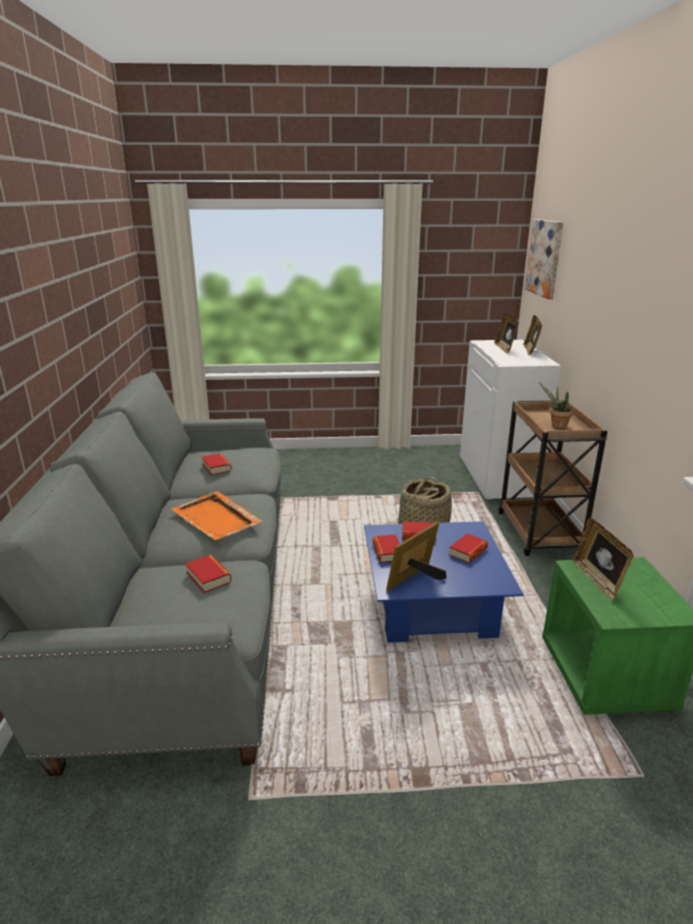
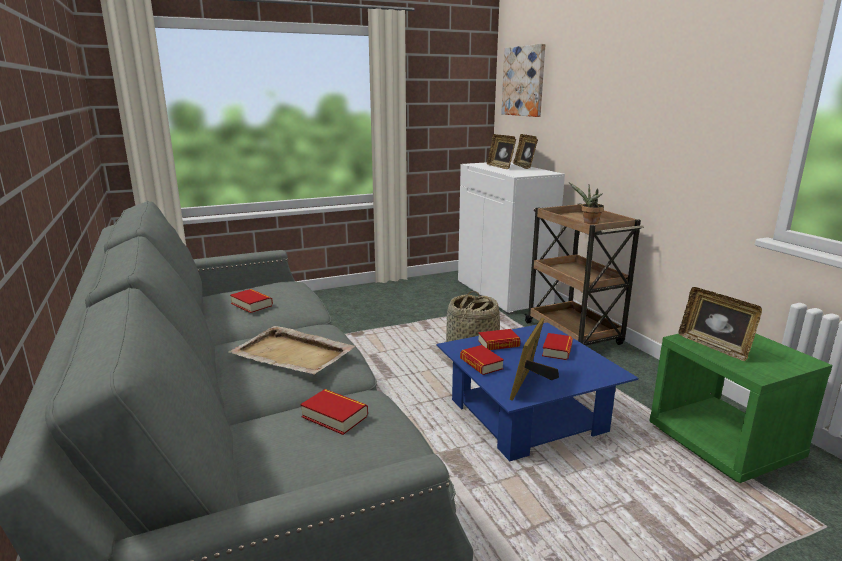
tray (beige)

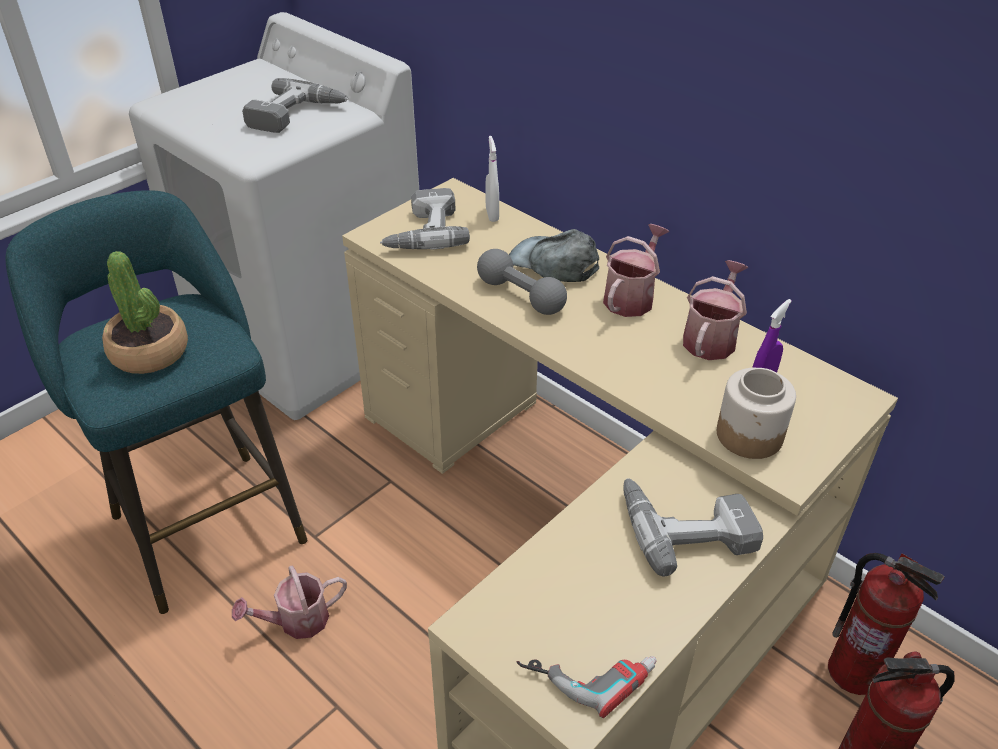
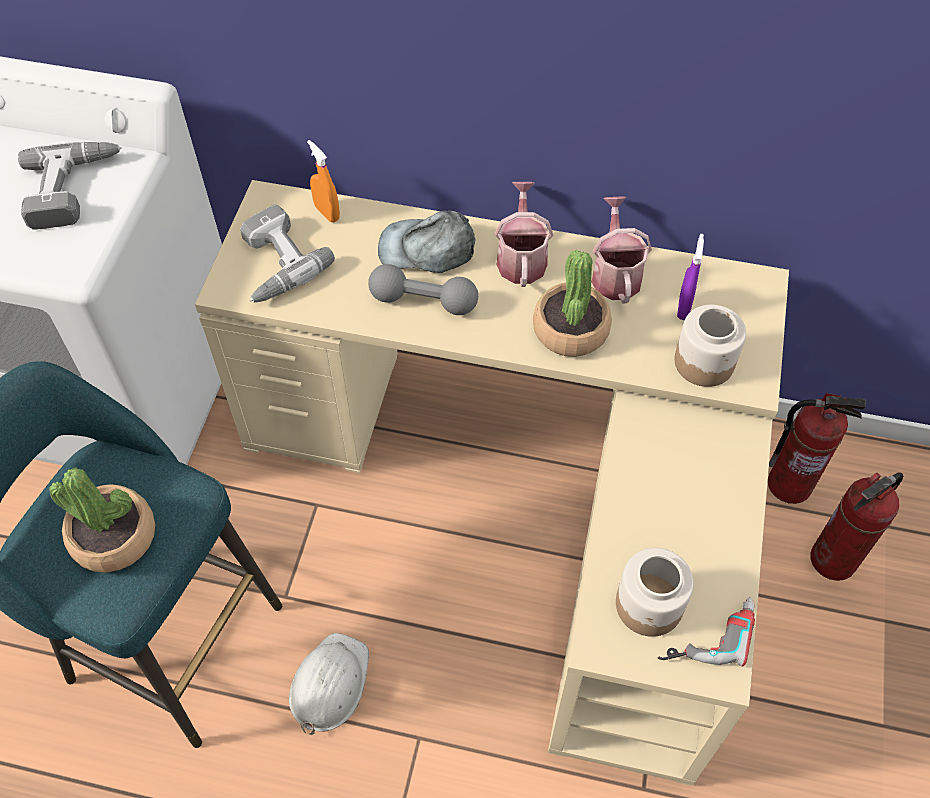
spray bottle (orange)
power drill (4th from left in the first image)
hard hat (white)
potted plant (2nd from left)
jar (1st from left)

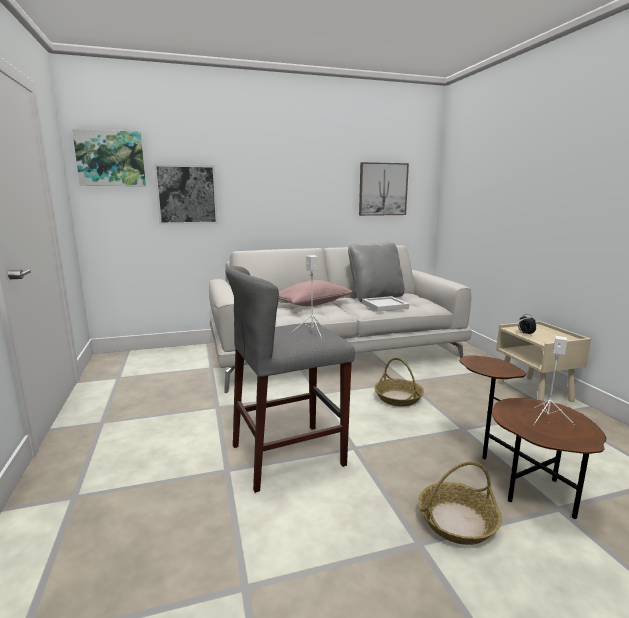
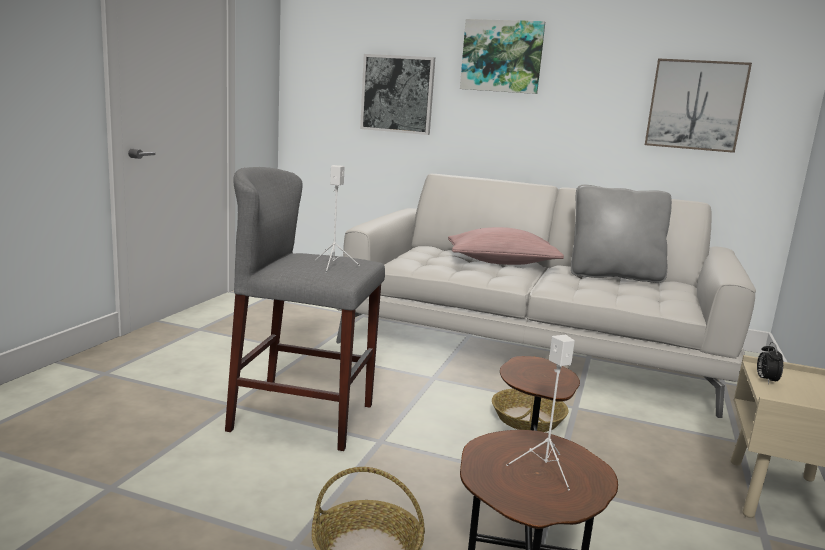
picture (2nd from left)
tray (white)

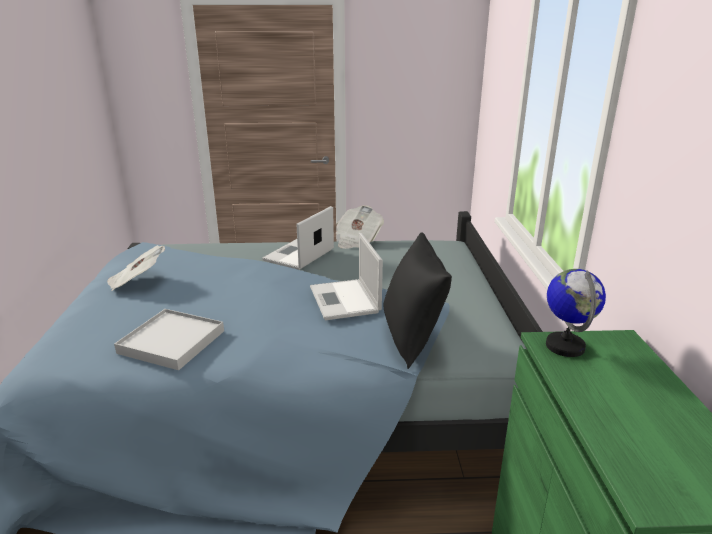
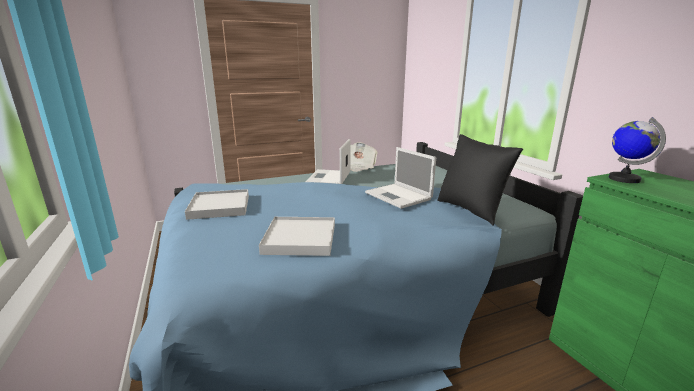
tray (white) (1st from left)

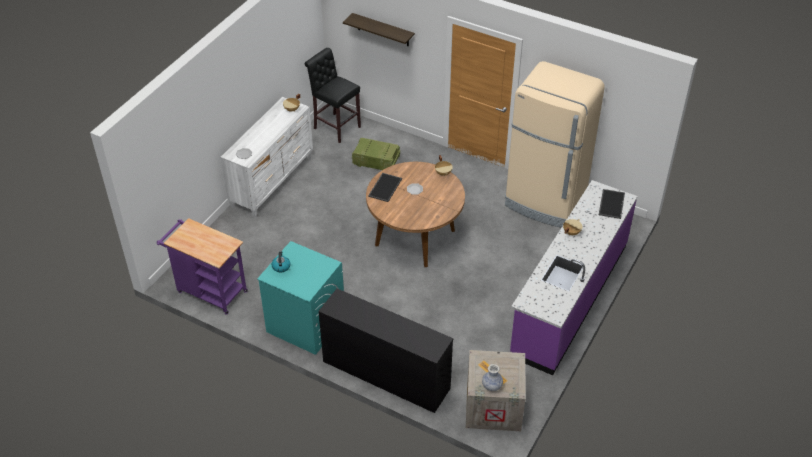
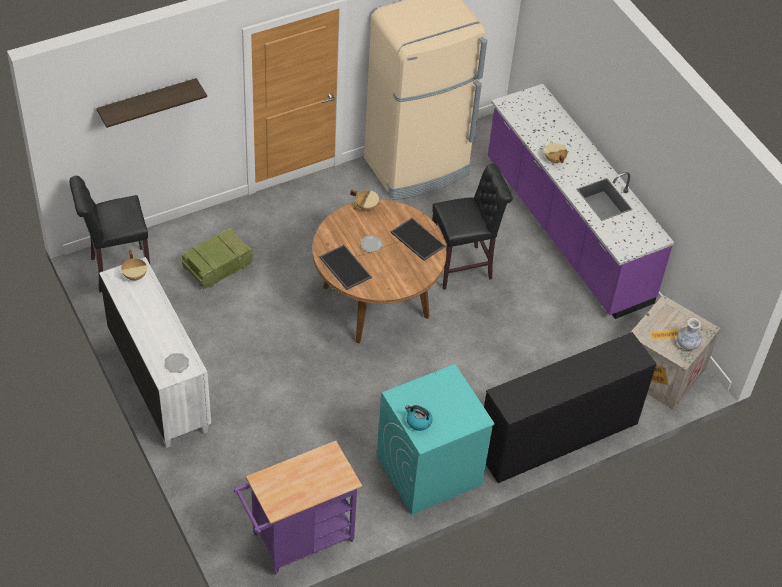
tray (2nd from left)
stool (black) (2nd from left)

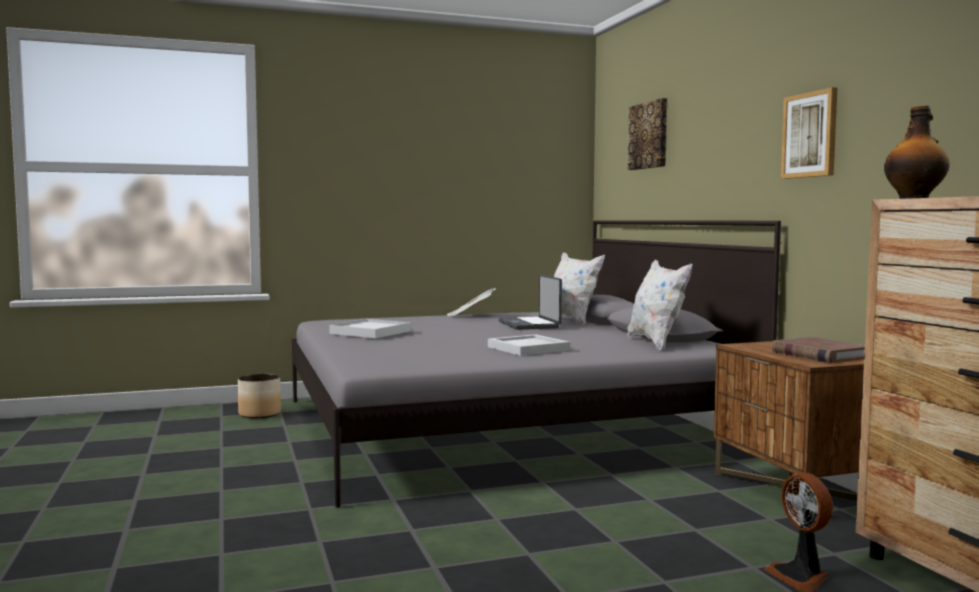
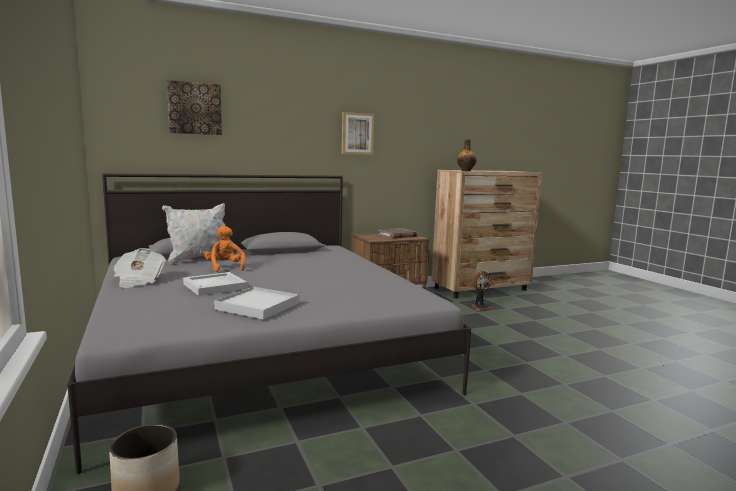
pillow (white) (2nd from left in the first image)
plush toy (orange)
tray (white) (1st from left)

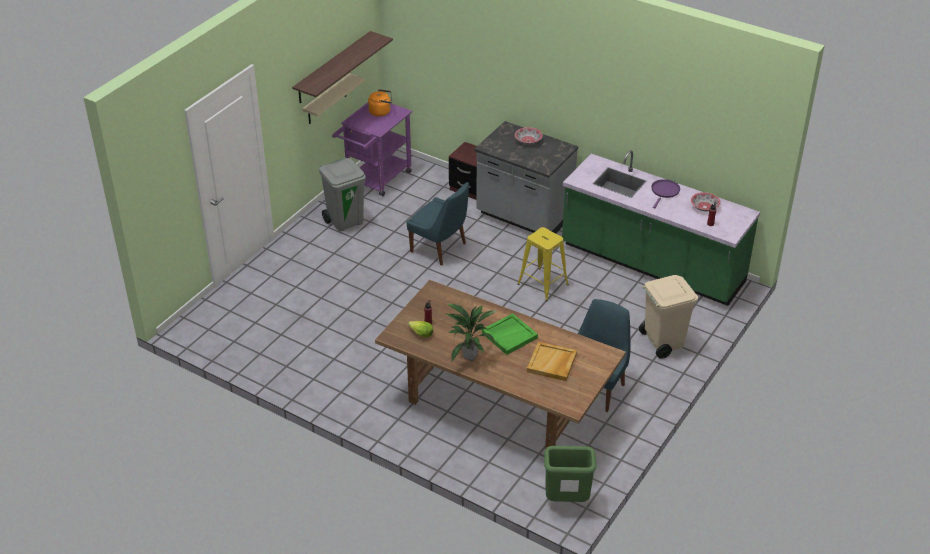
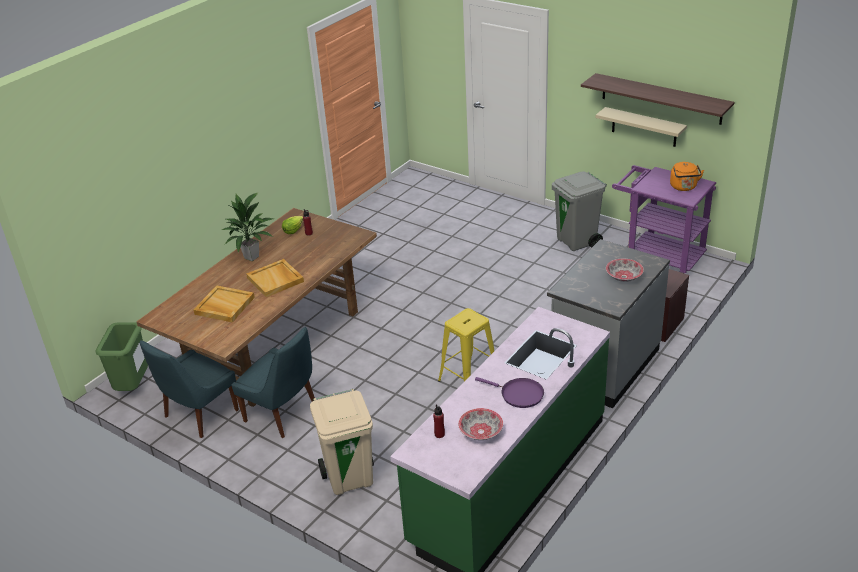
chair (blue) (1st from left)
tray (beige) (2nd from left)

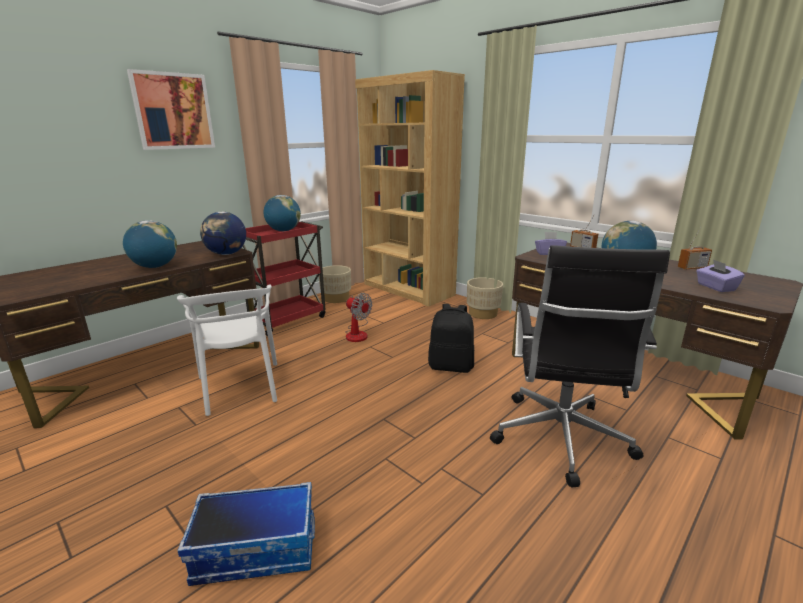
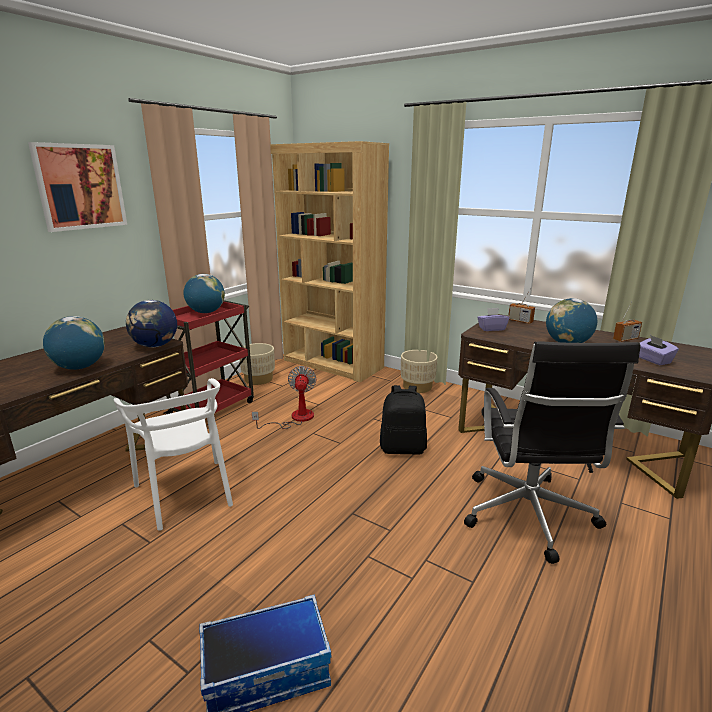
fan

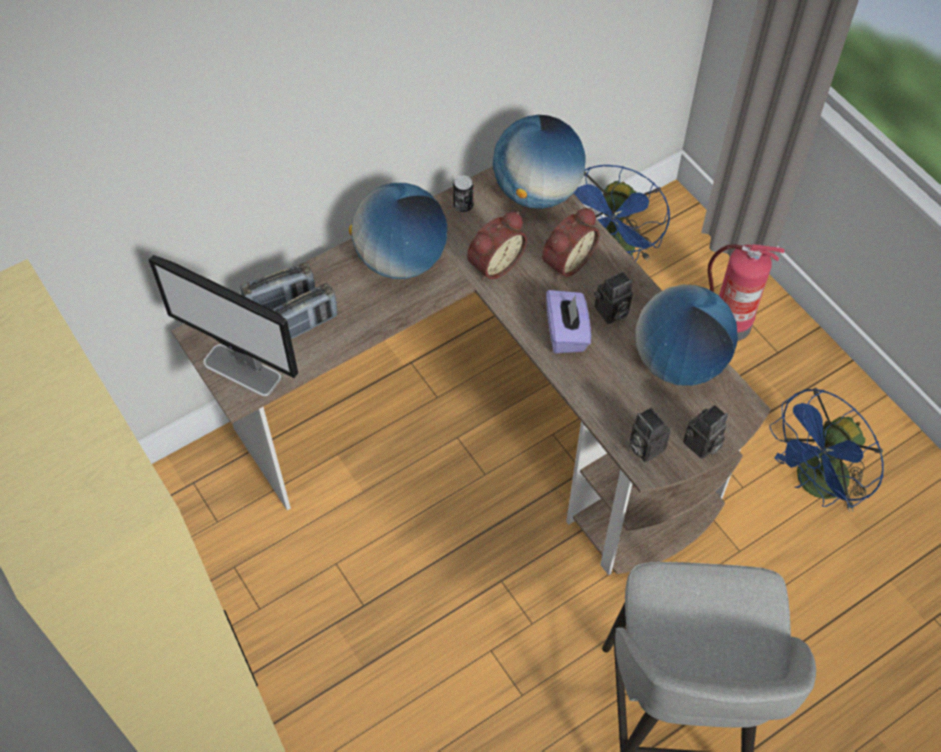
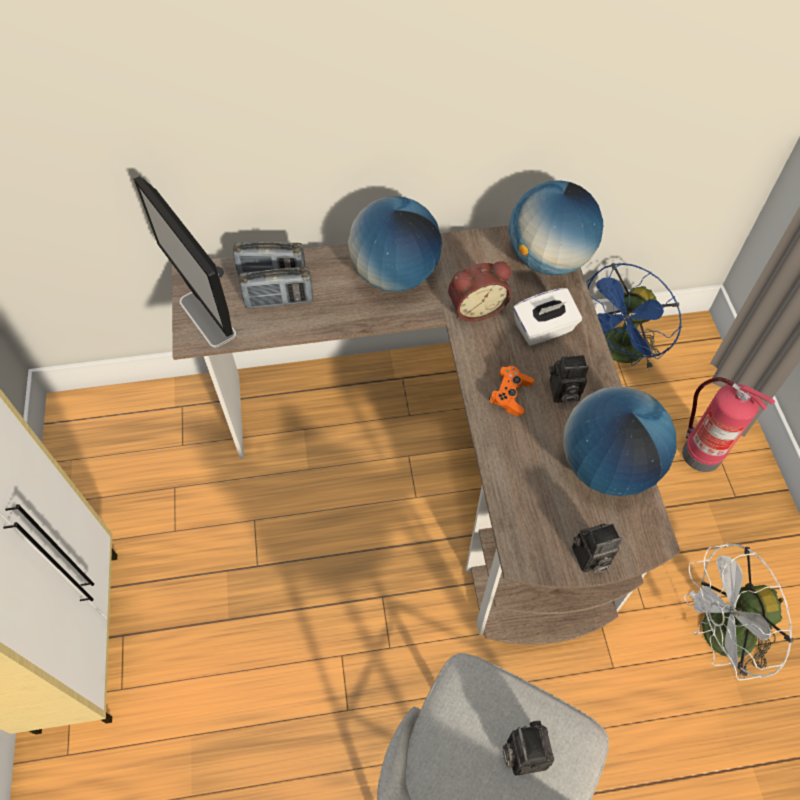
can
tissue box (white)
game controller (orange)
fan (white)
photo camera (1st from left)

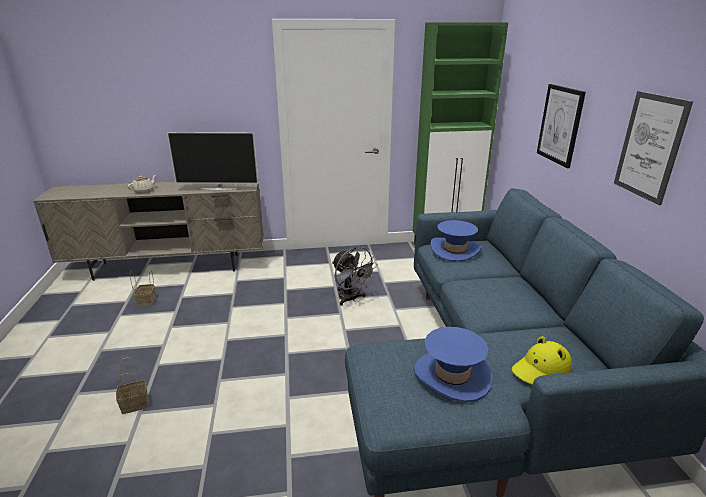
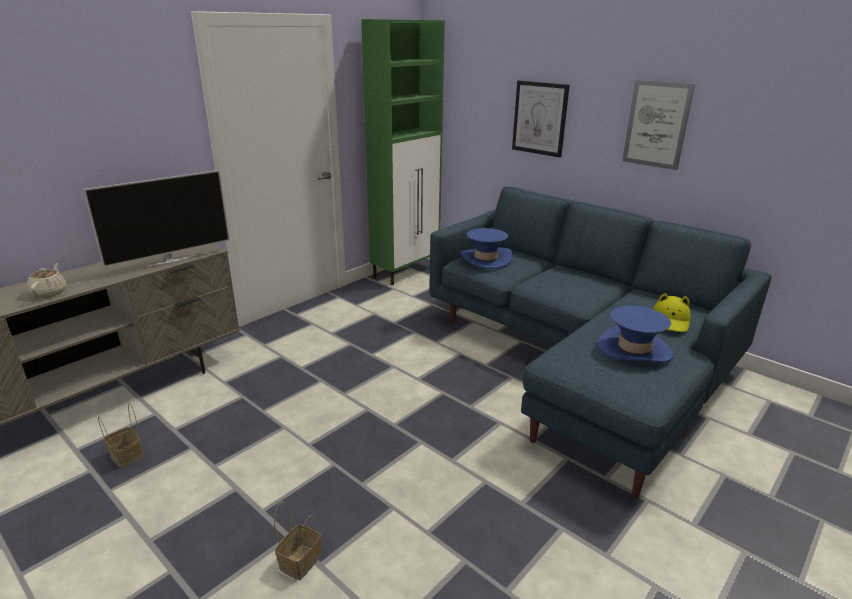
fan (grey)

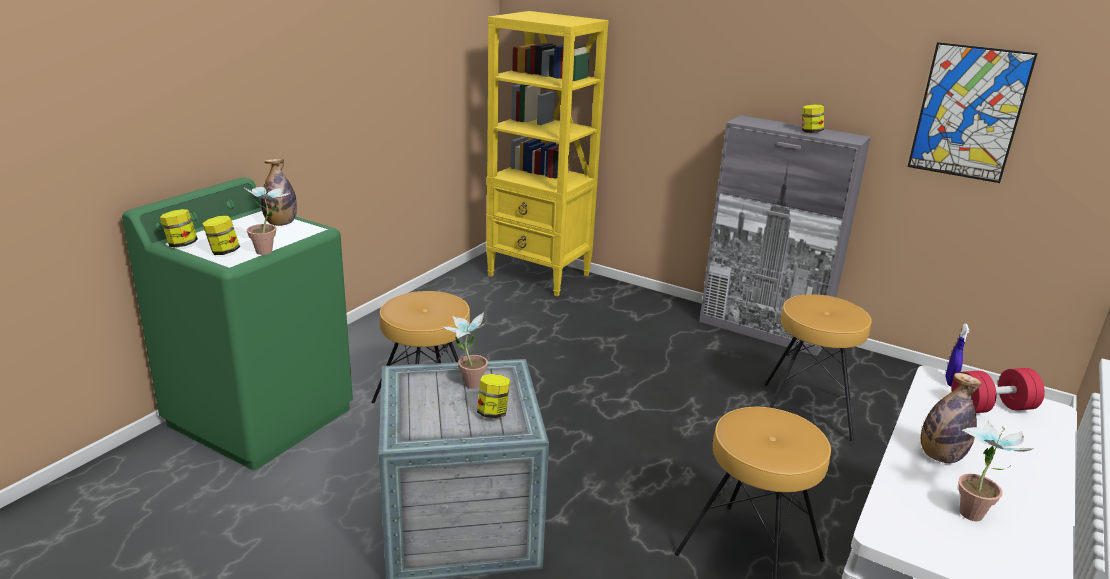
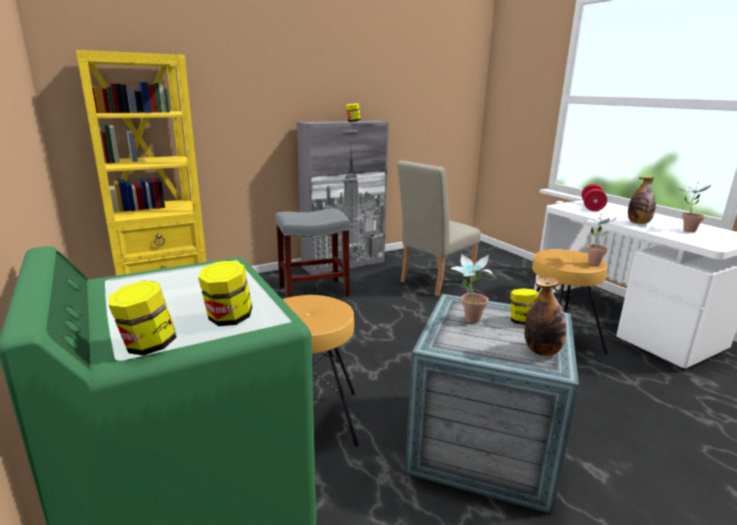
picture
bottle (1st from left)
potted plant (2nd from left)
chair (beige)
spray bottle (blue)
stool (grey)

